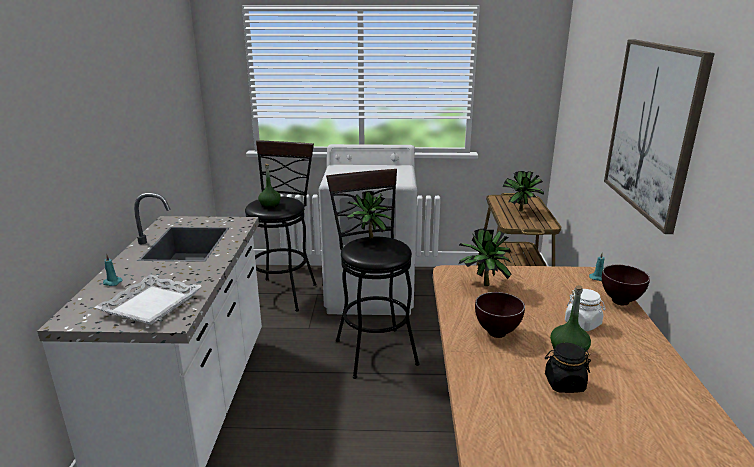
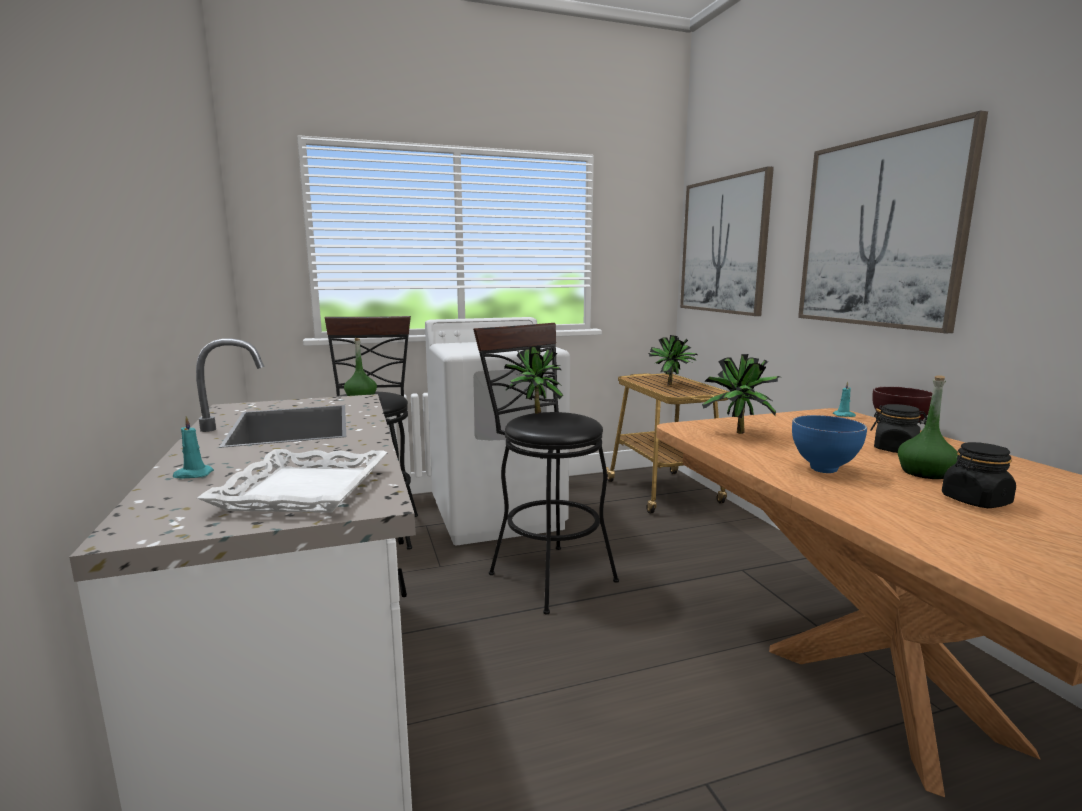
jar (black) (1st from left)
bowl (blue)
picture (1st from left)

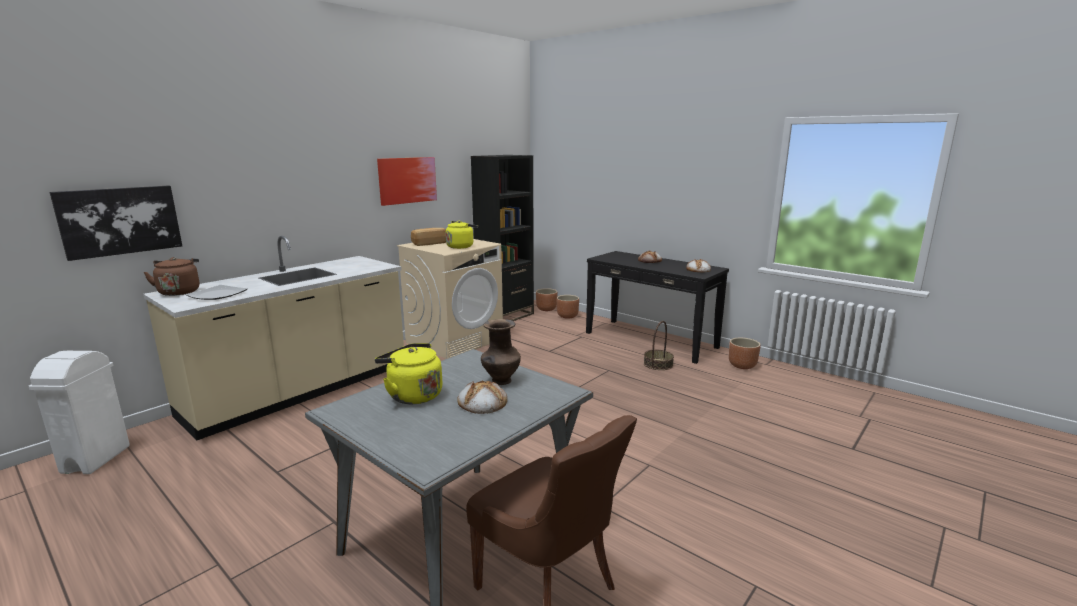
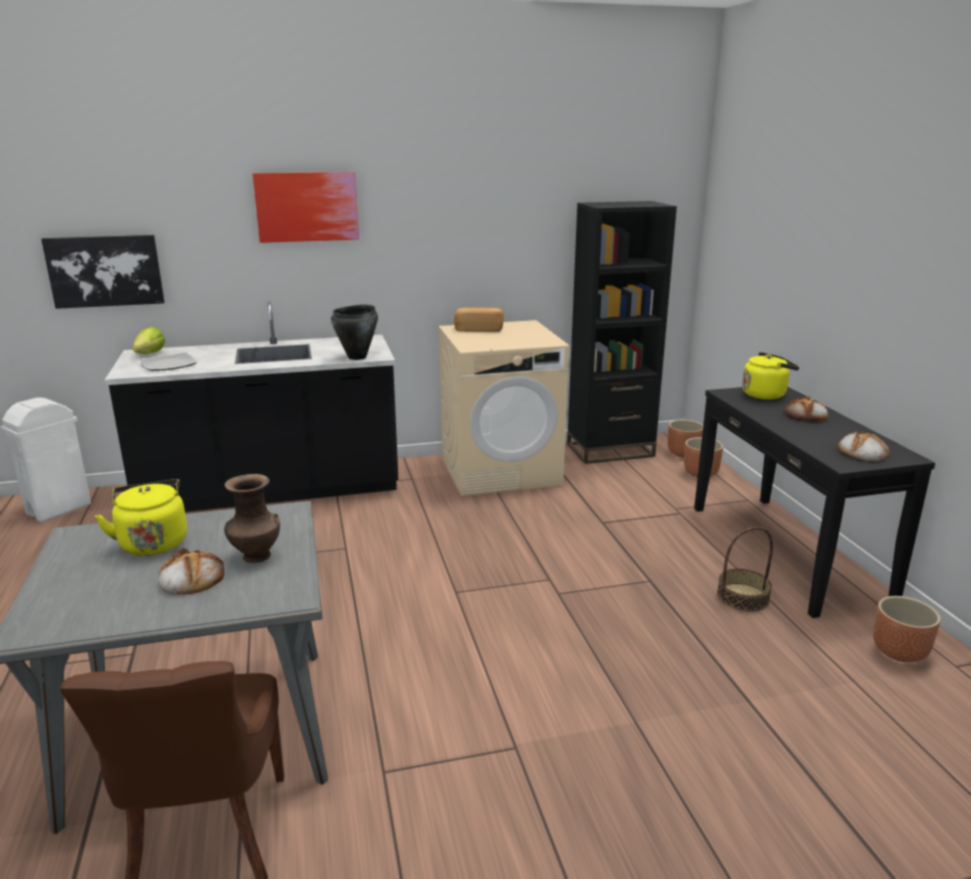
picture (2nd from left)
kettle (yellow) (2nd from left)
counter (black)
lettuce
cooking pot (black)

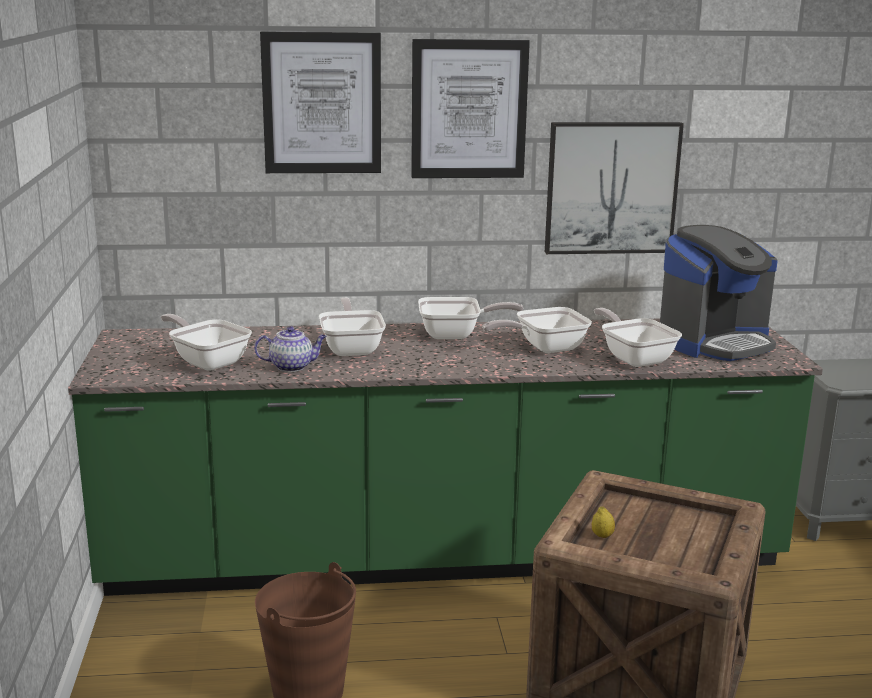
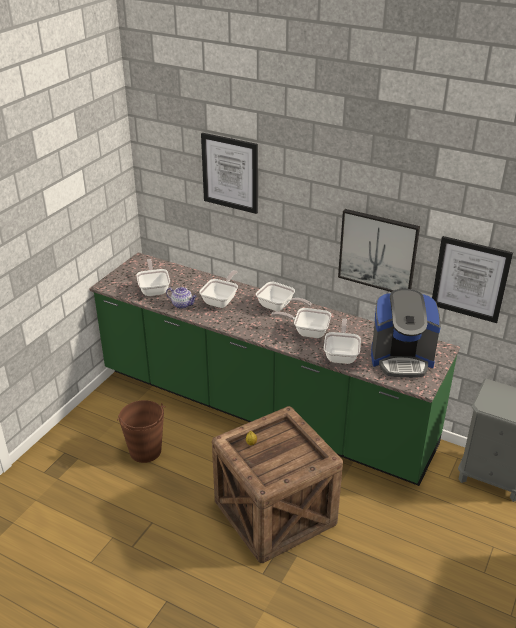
picture (3rd from left)

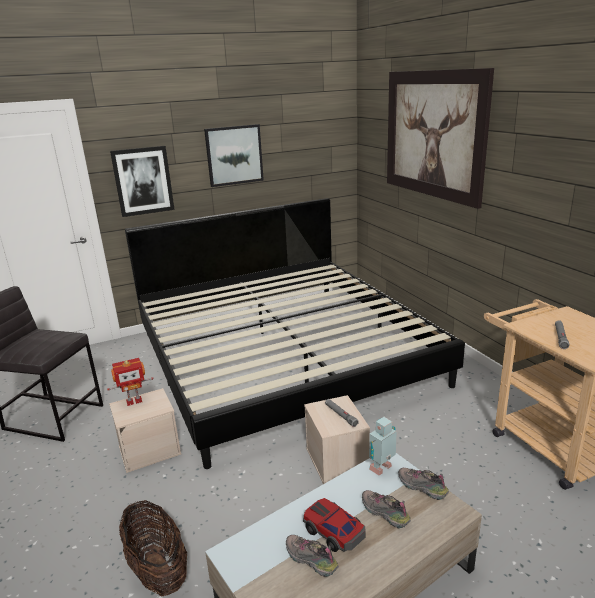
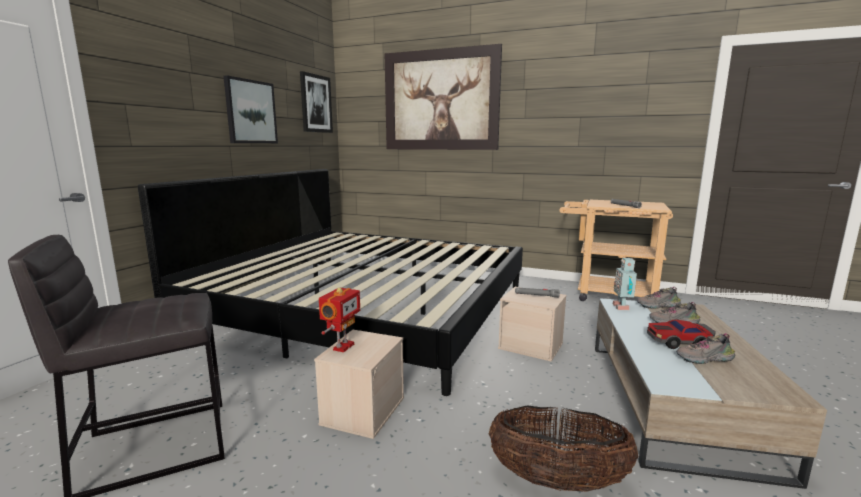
picture (2nd from left)

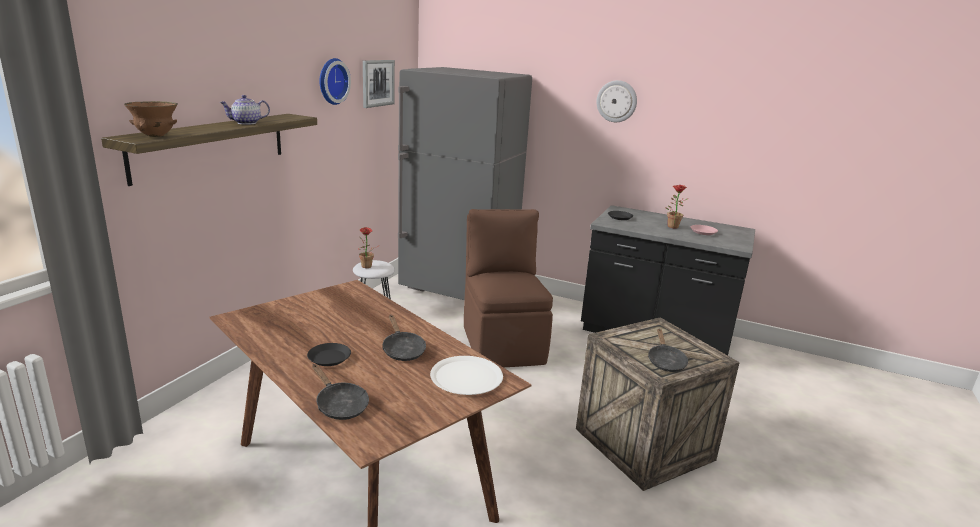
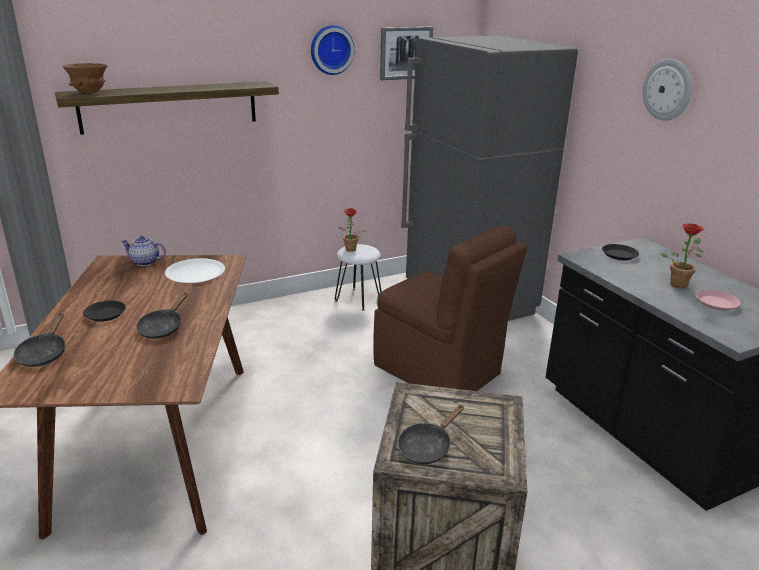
teapot
chair (brown)
plate (white)

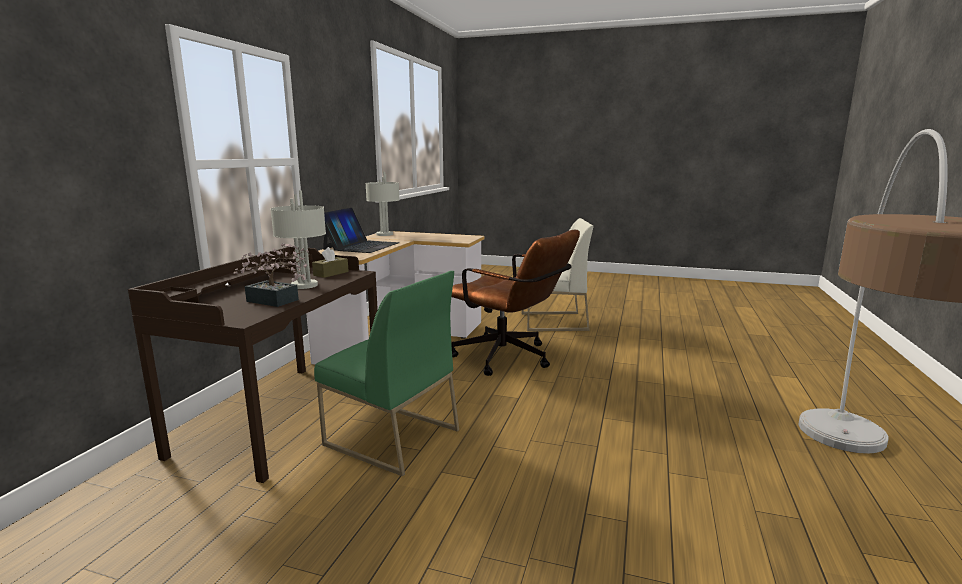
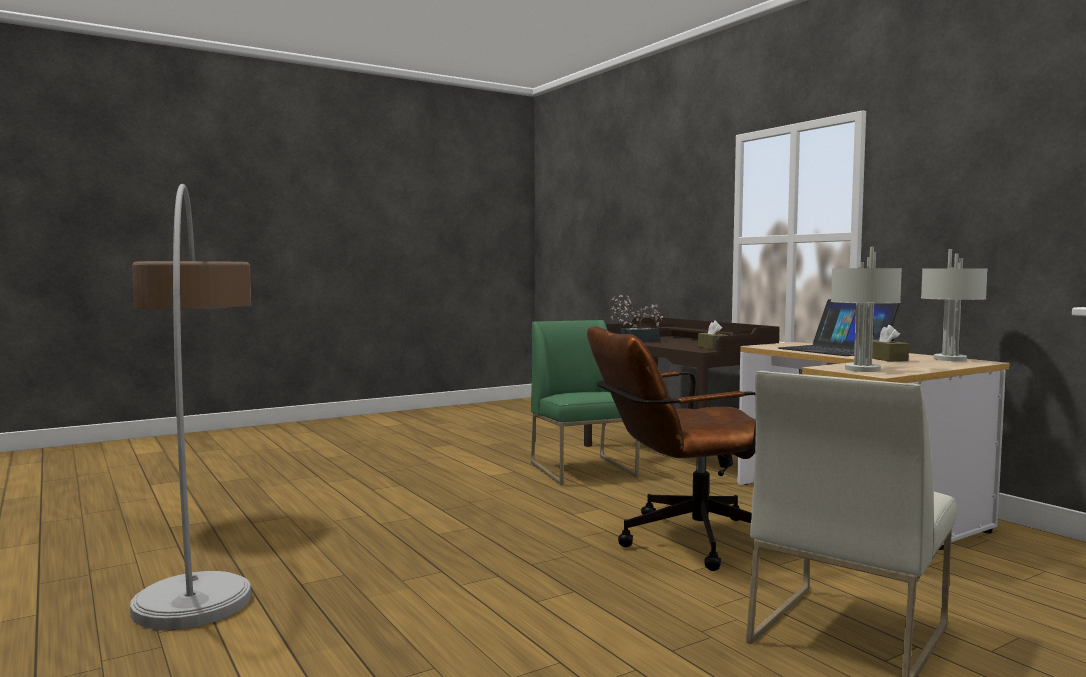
table lamp (grey) (1st from left)
chair (green)
tissue box (brown) (2nd from left)

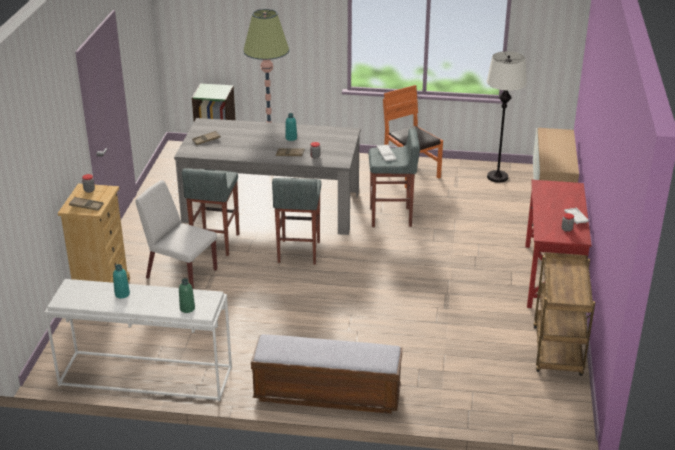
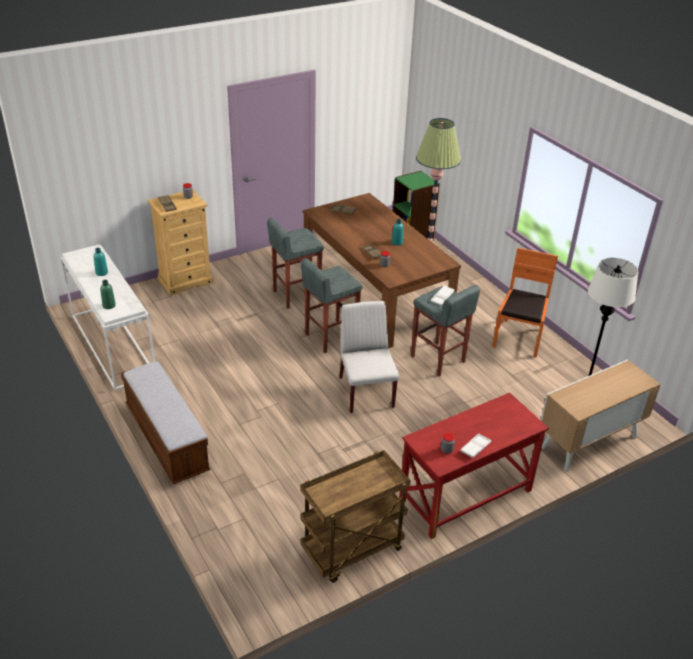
dining table (brown)
chair (white)

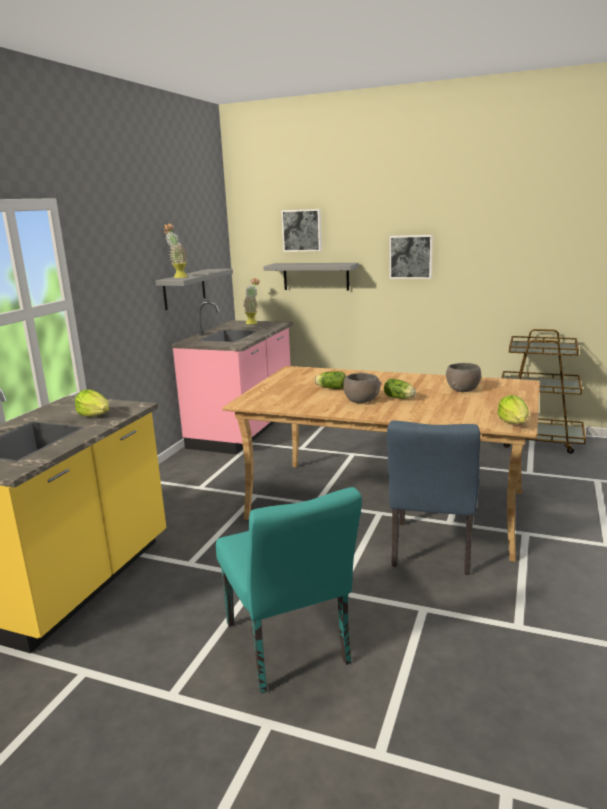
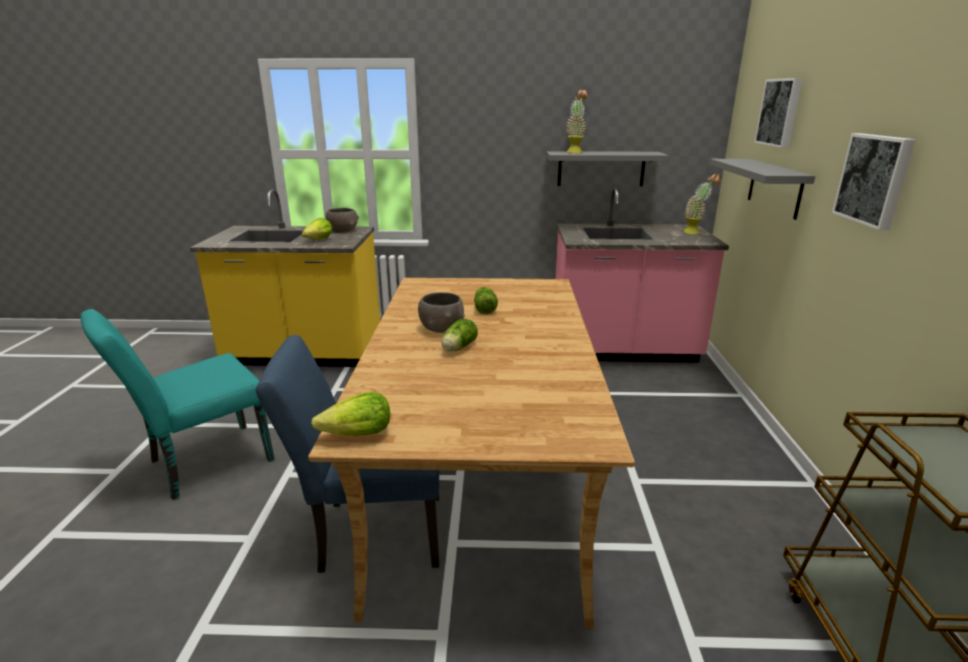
bowl (grey) (1st from left)

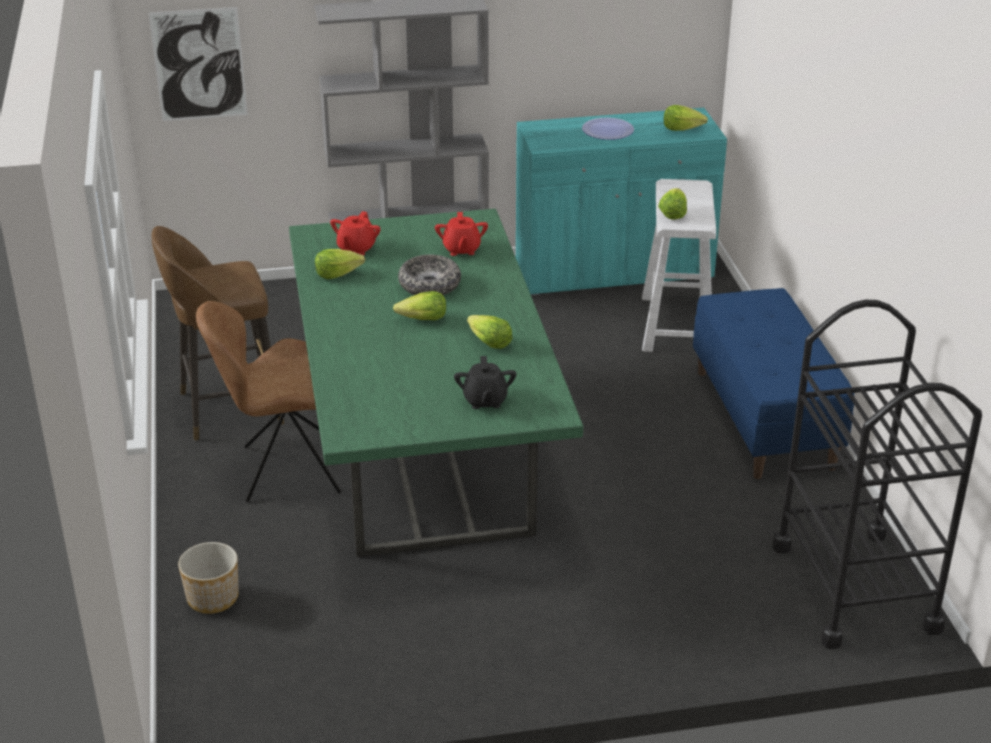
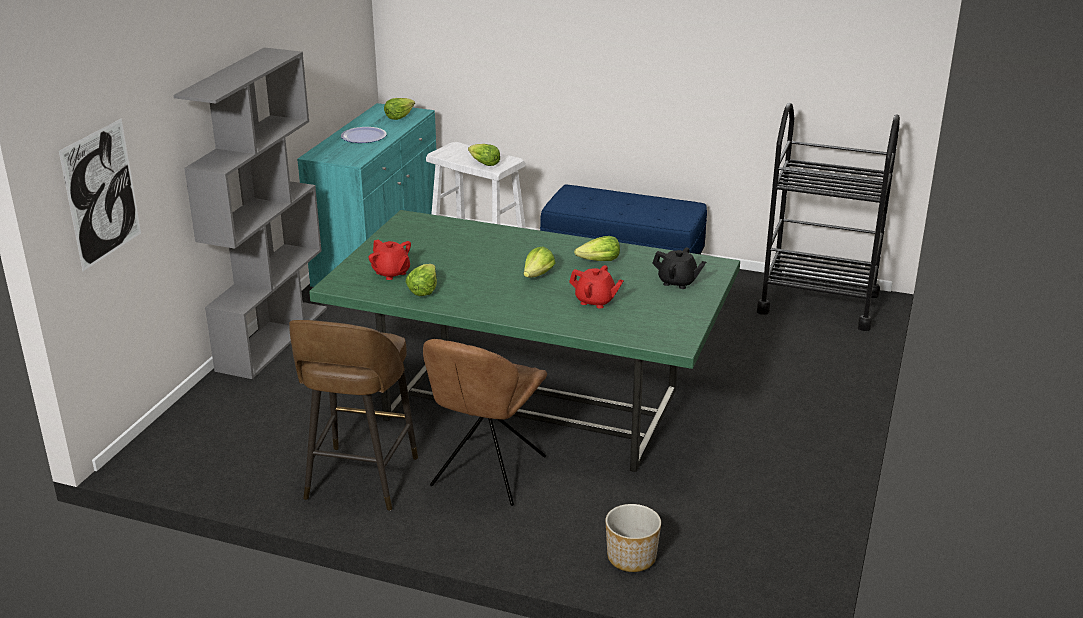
teapot (red) (2nd from left)
bowl

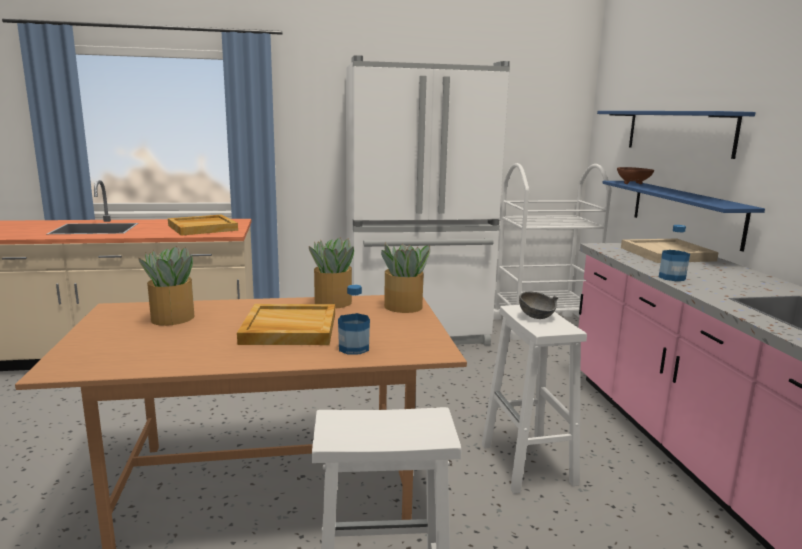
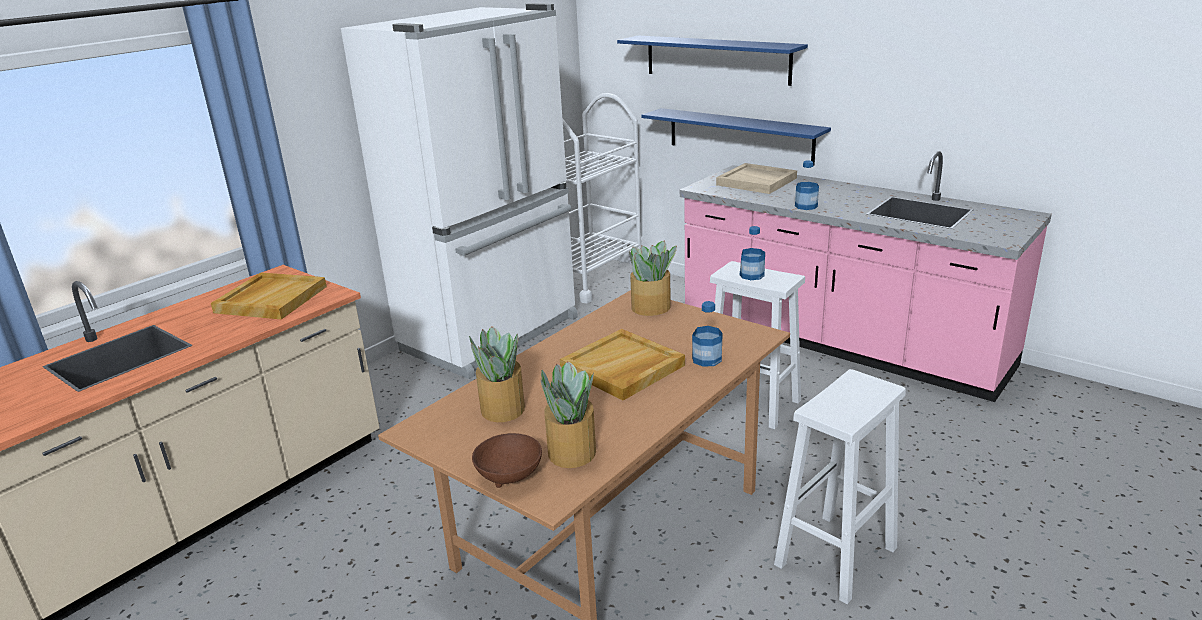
bowl (brown)
potted plant (2nd from left)
bottle (2nd from left)

